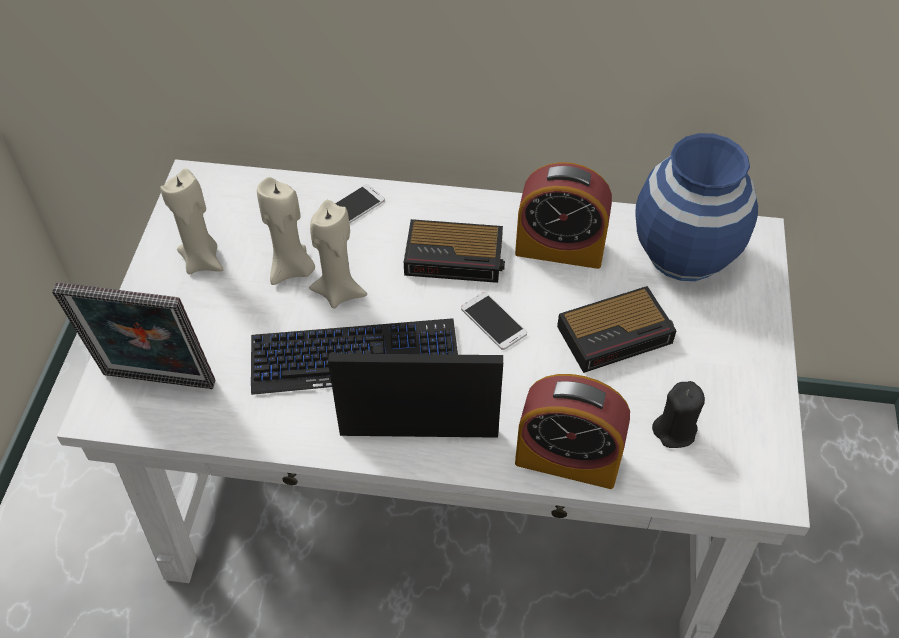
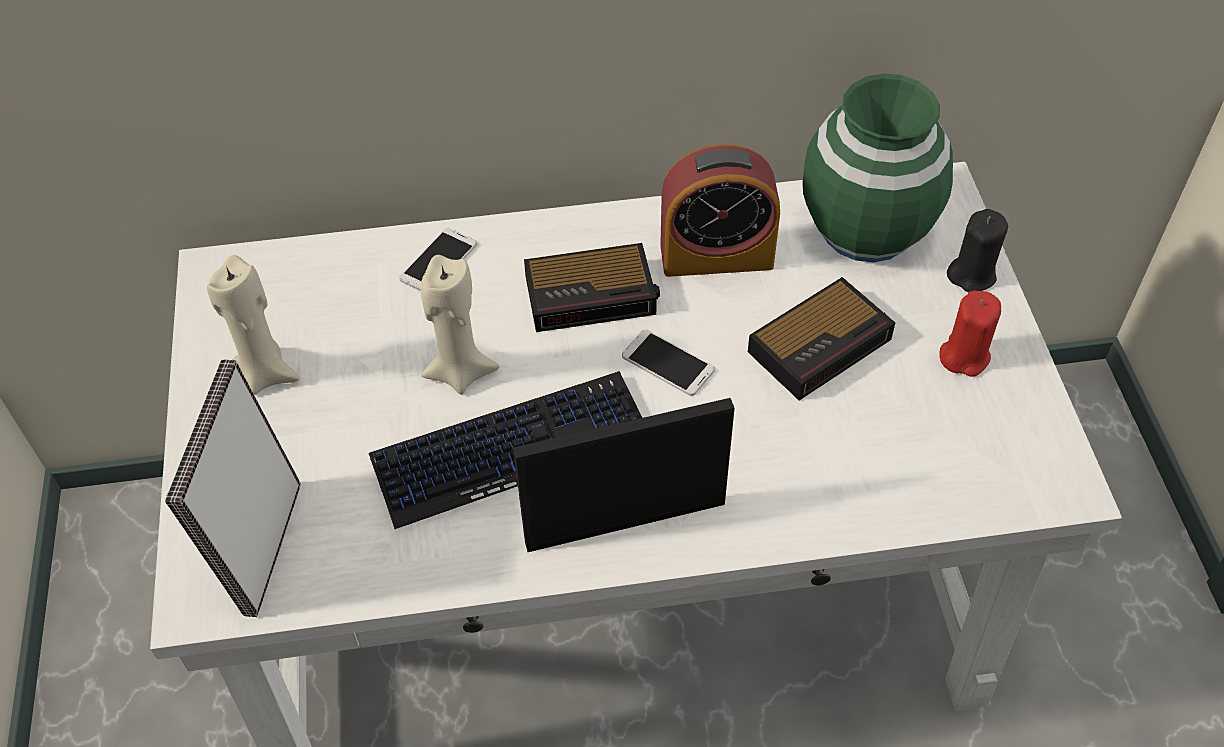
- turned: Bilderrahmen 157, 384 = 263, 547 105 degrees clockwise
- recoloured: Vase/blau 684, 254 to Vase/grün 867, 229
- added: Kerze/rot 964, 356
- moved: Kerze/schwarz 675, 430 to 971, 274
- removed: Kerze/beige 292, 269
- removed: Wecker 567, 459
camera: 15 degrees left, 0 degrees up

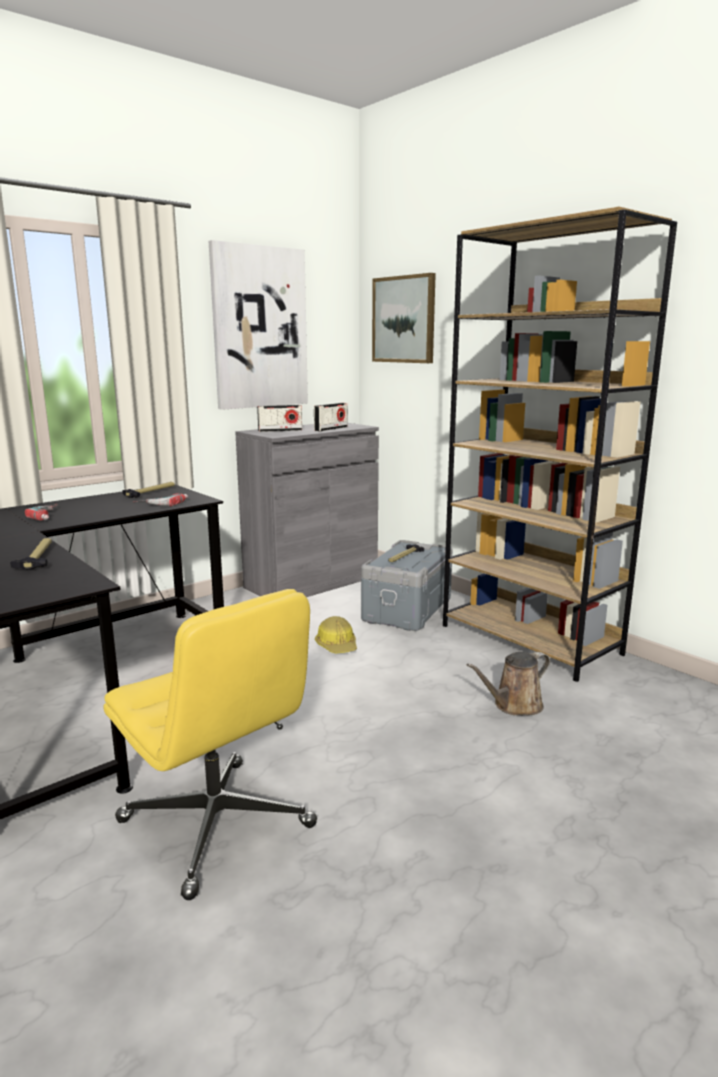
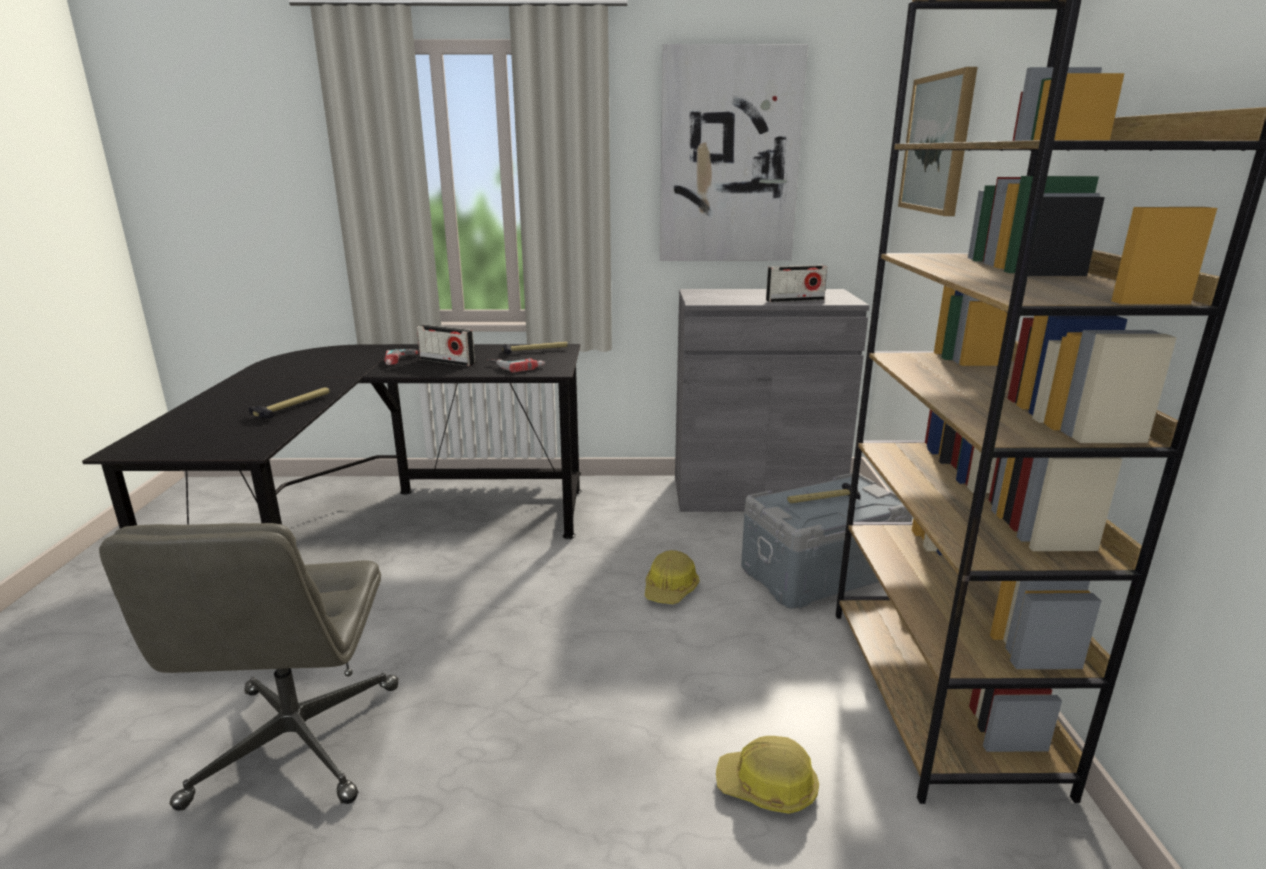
- recoloured: Bürostuhl/gelb 218, 824 to Bürostuhl/grau 297, 744
- moved: Radio 280, 430 to 447, 361
- replaced: Gießkanne/braun 514, 705 to Schutzhelm 767, 787
camera: 40 degrees right, 5 degrees up

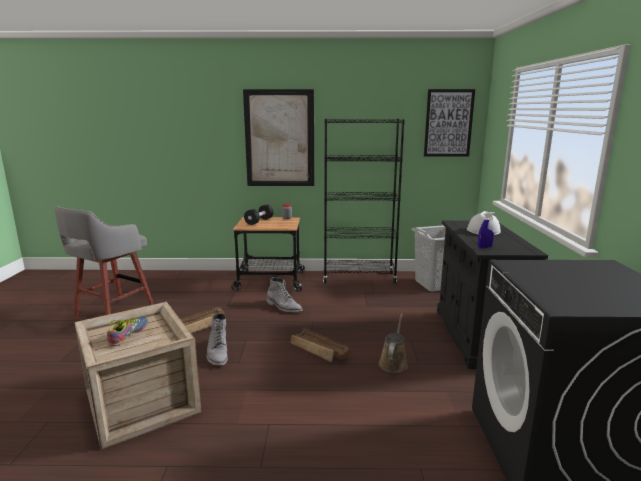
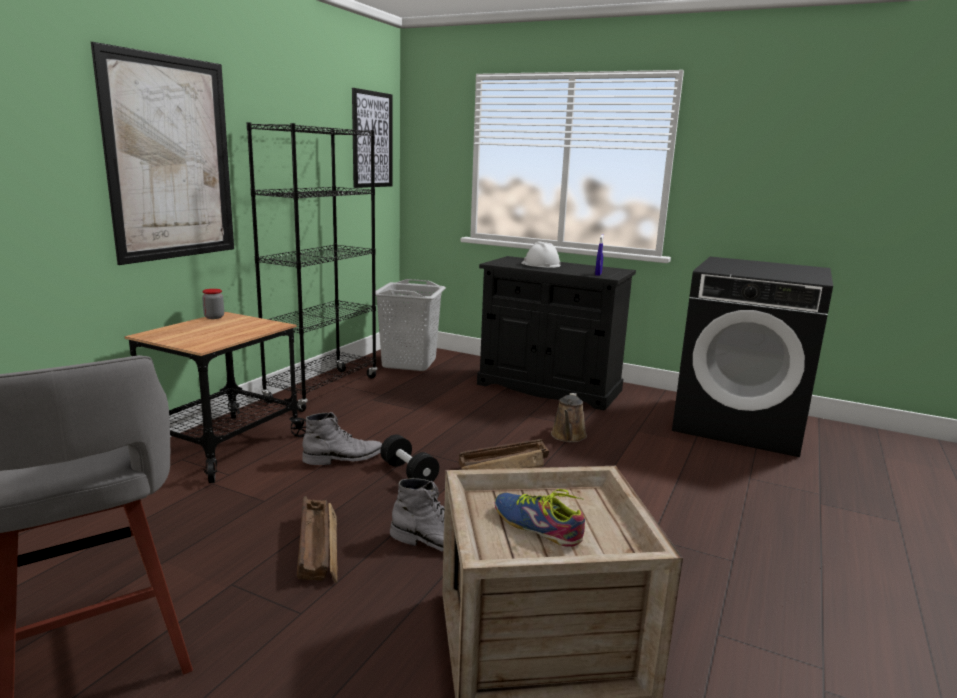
- moved: Hantel/schwarz 259, 221 to 409, 473
- turned: Gießkanne/braun 393, 363 = 568, 436 120 degrees counterclockwise
camera: 65 degrees left, 0 degrees up

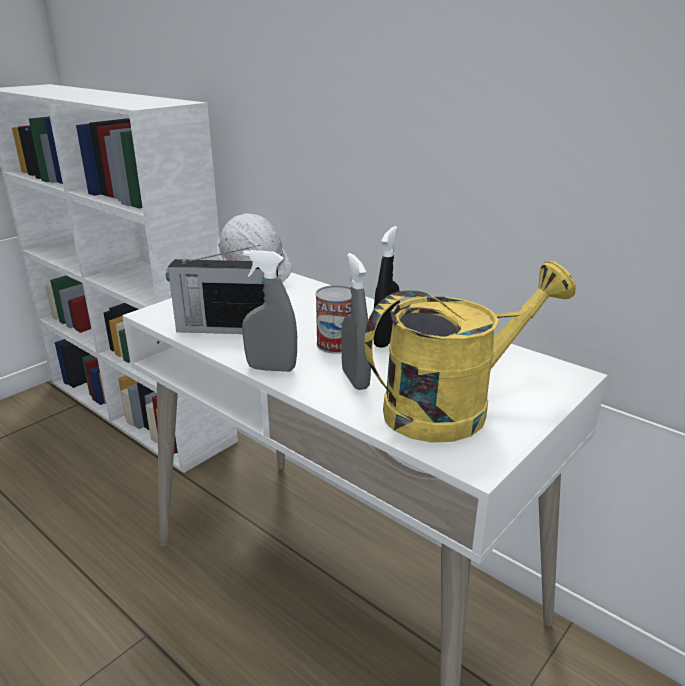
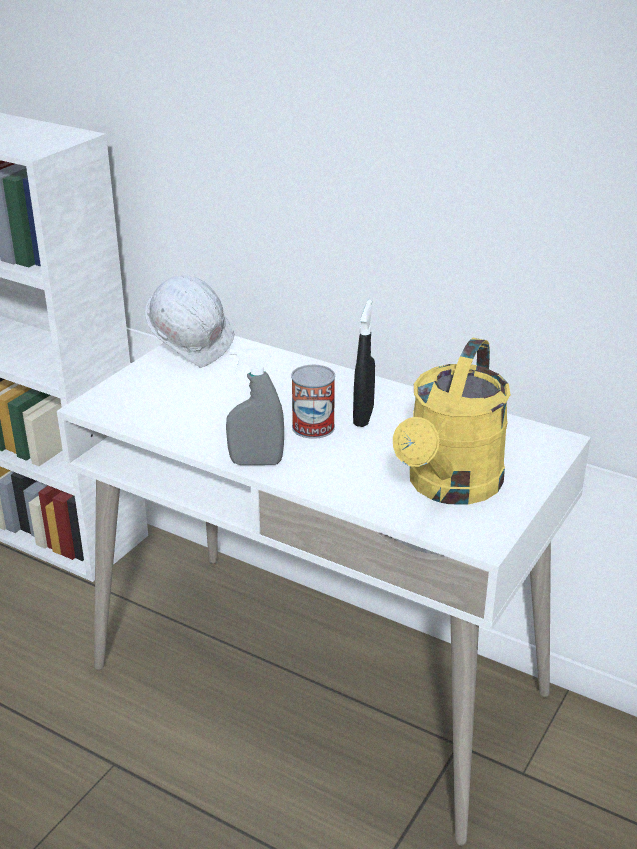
- turned: Gießkanne/gelb 452, 407 = 449, 487 150 degrees clockwise
- removed: Radio 226, 328
- removed: Sprühflasche/grau 355, 379
camera: 10 degrees left, 5 degrees up

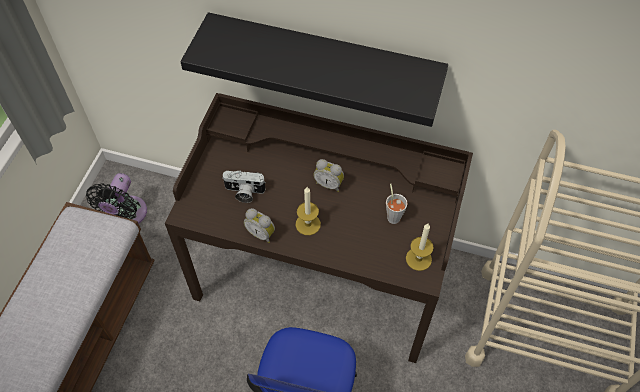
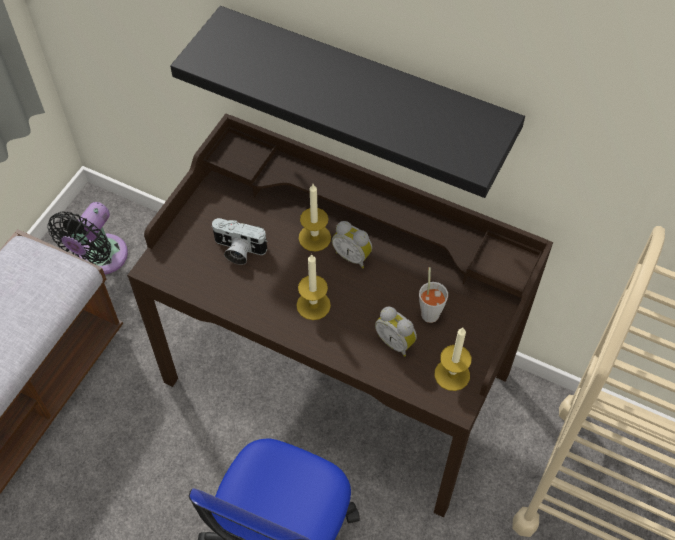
- added: Kerze 314, 237
- moved: Wecker 261, 233 to 396, 341
camera: 10 degrees right, 0 degrees up

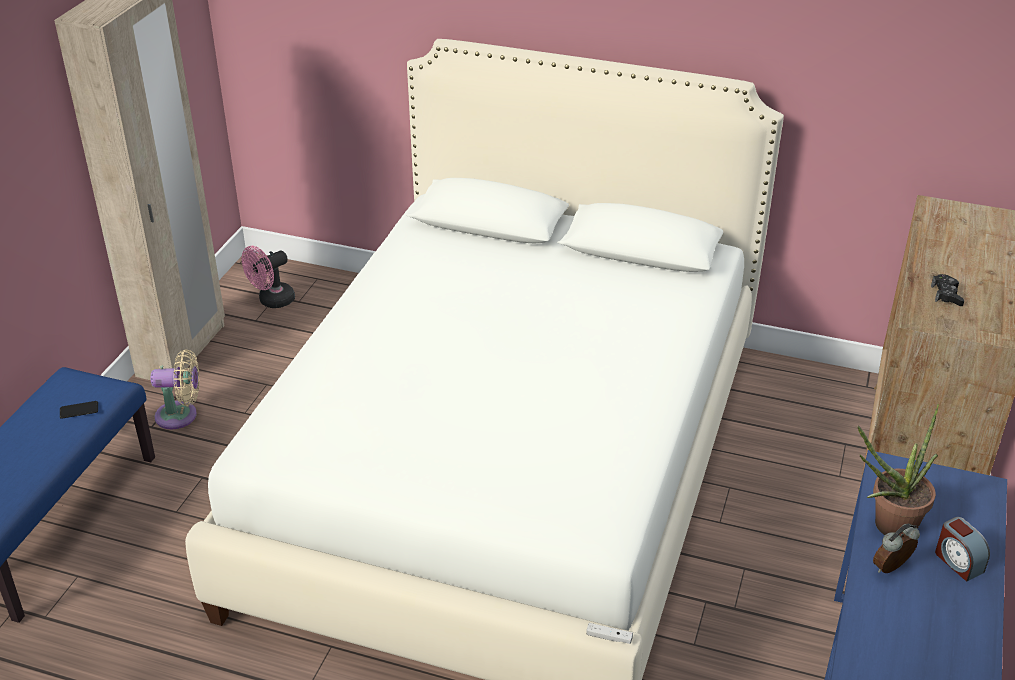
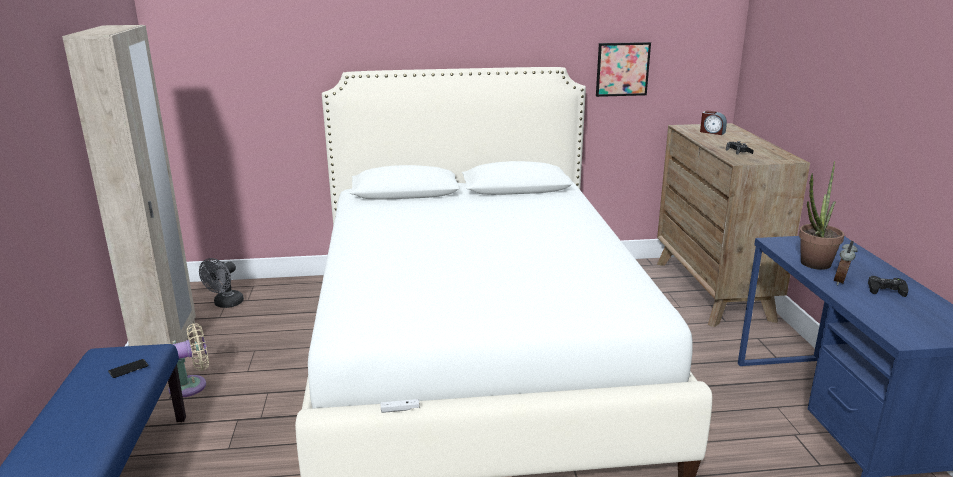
- recoloured: Ventilator/rosa 272, 301 to Ventilator/grau 225, 304
- moved: Gamepad/weiß 609, 637 to 400, 409
- added: Bild 622, 69
- moved: Wecker 958, 562 to 712, 132
- added: Gamepad/schwarz 886, 290
camera: 25 degrees left, 15 degrees down

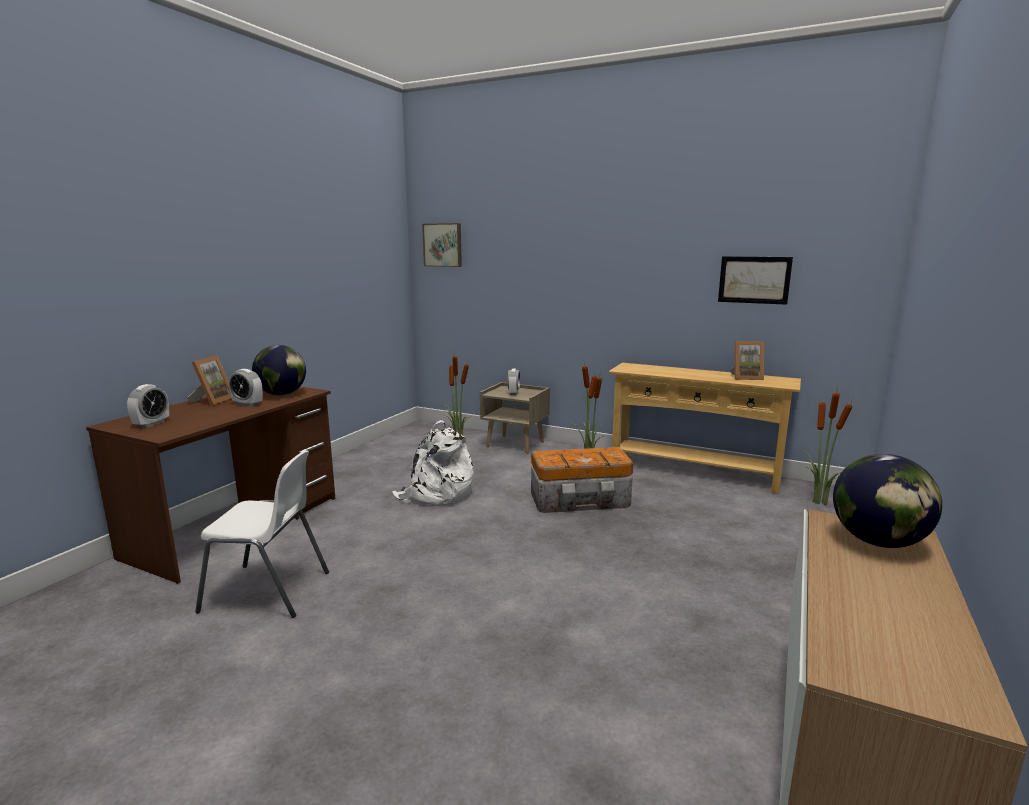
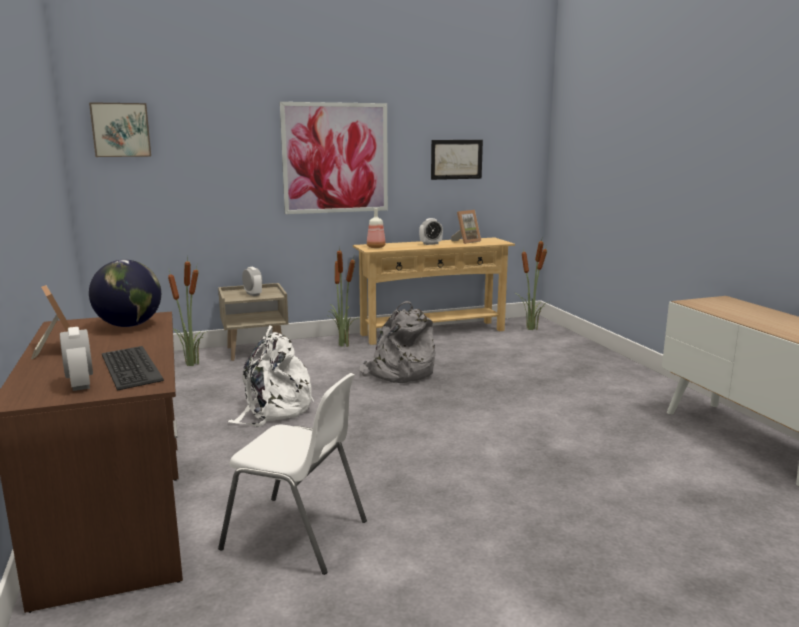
- added: Tastatur 130, 368
- turned: Stuhl/weiß 268, 591 = 297, 535 60 degrees clockwise
- added: Bild 335, 158
- replaced: Aufbewahrungsbox 581, 500 to Rucksack/grau 399, 373
- added: Flasche 375, 247
- moved: Wecker 248, 404 to 430, 244
- removed: Globus 877, 542
camera: 45 degrees left, 0 degrees up

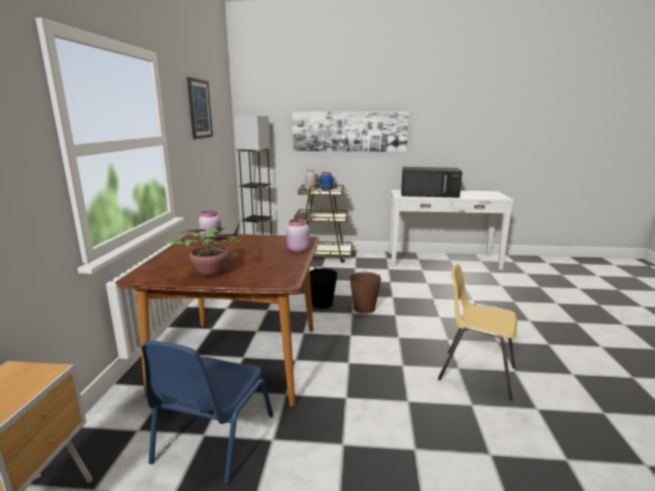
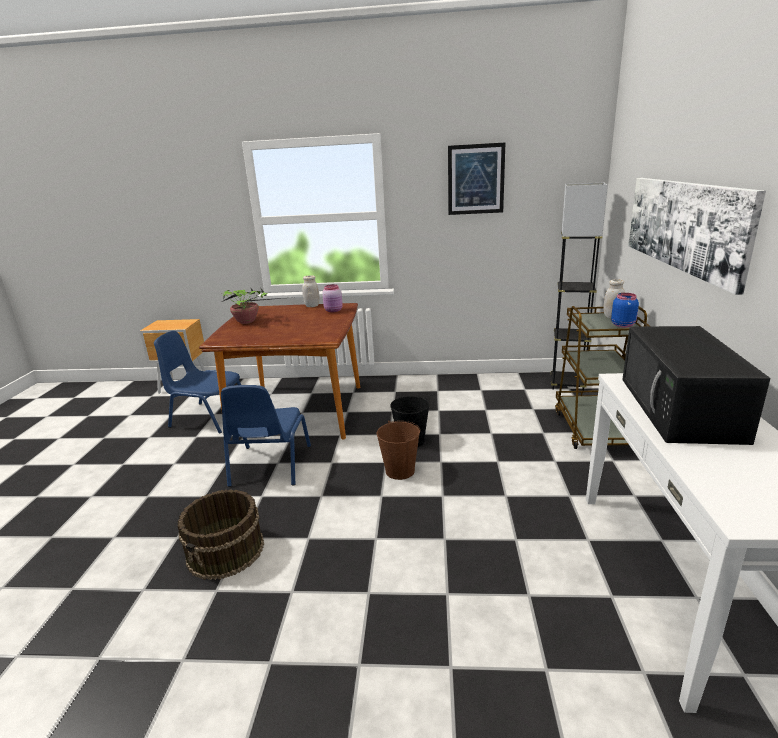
- replaced: Stuhl/gelb 476, 373 to Eimer/braun 226, 551
- added: Stuhl/blau 269, 466
- added: Vorratsglas/weiß 312, 306
- removed: Vorratsglas/rosa 297, 250
camera: 90 degrees right, 5 degrees up

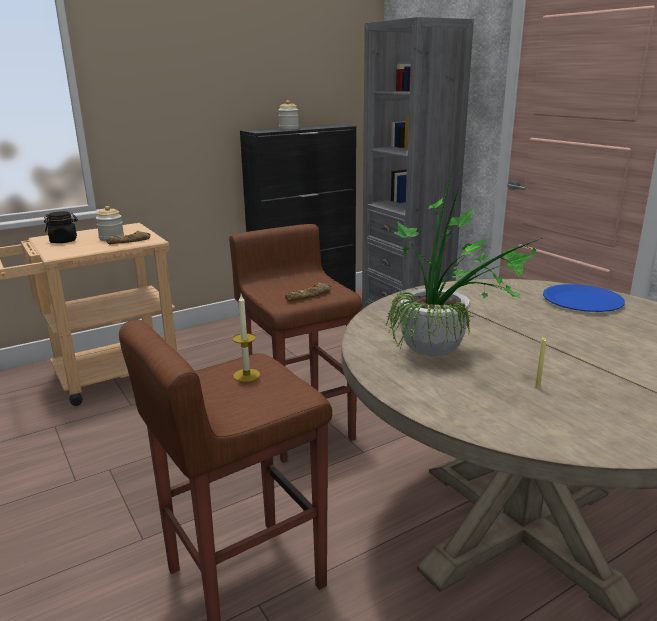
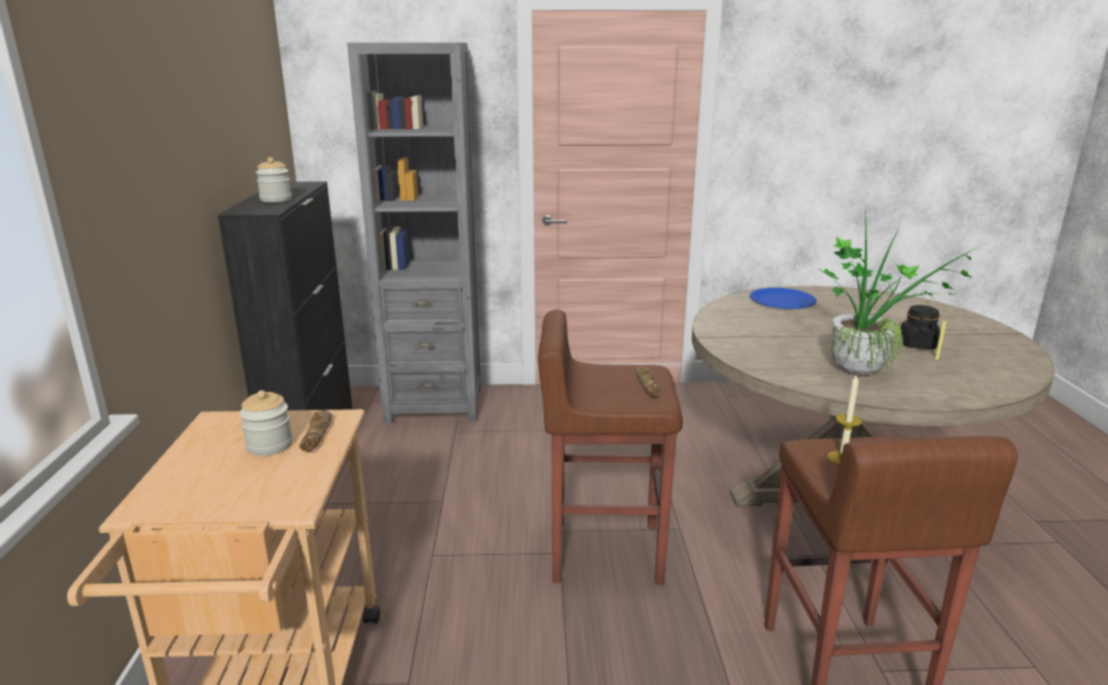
- moved: Vorratsglas/schwarz 64, 241 to 917, 344
camera: 60 degrees left, 0 degrees up

